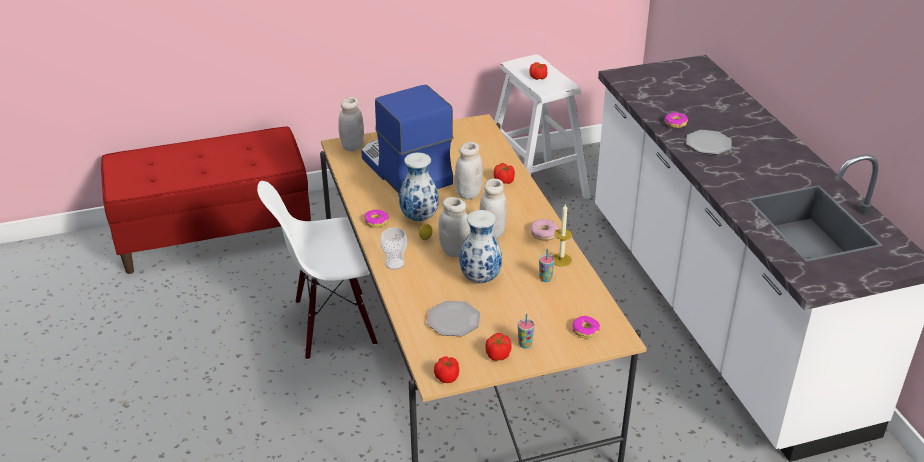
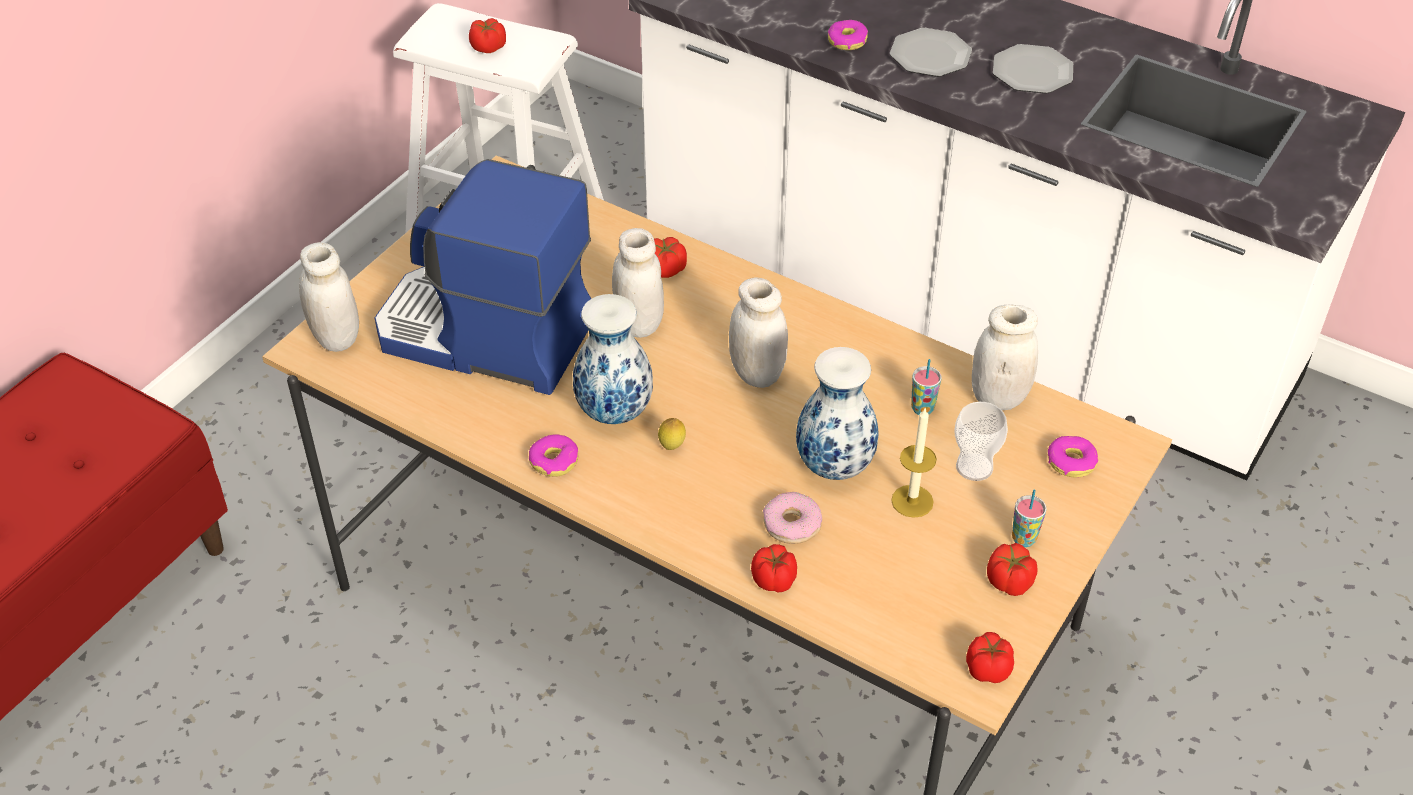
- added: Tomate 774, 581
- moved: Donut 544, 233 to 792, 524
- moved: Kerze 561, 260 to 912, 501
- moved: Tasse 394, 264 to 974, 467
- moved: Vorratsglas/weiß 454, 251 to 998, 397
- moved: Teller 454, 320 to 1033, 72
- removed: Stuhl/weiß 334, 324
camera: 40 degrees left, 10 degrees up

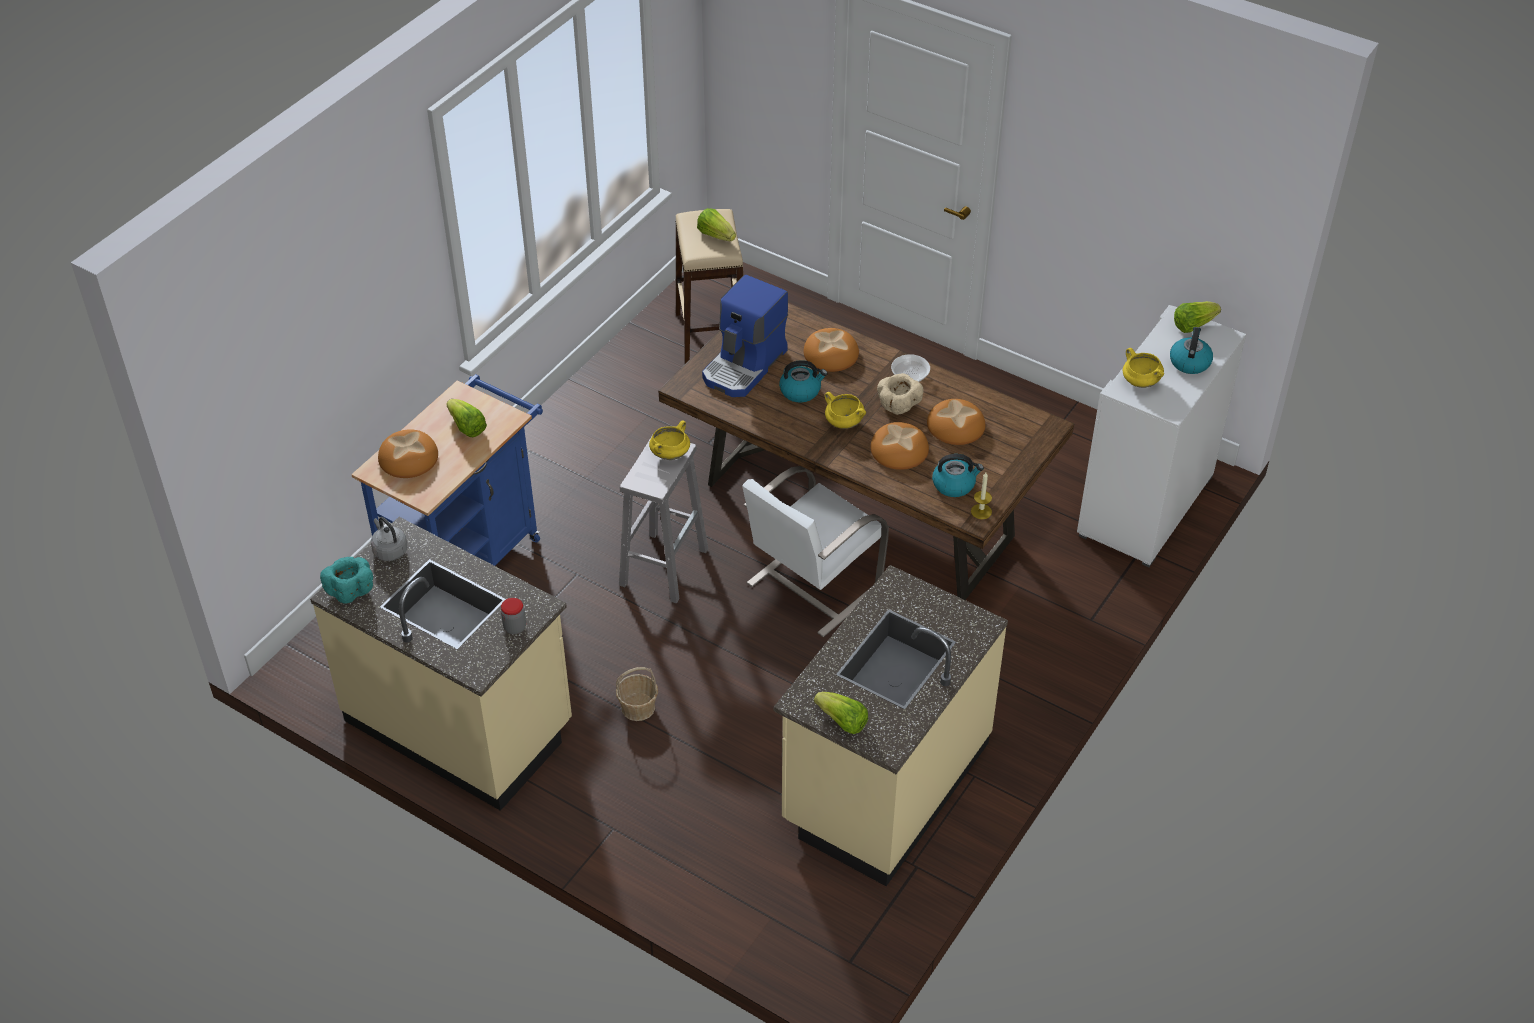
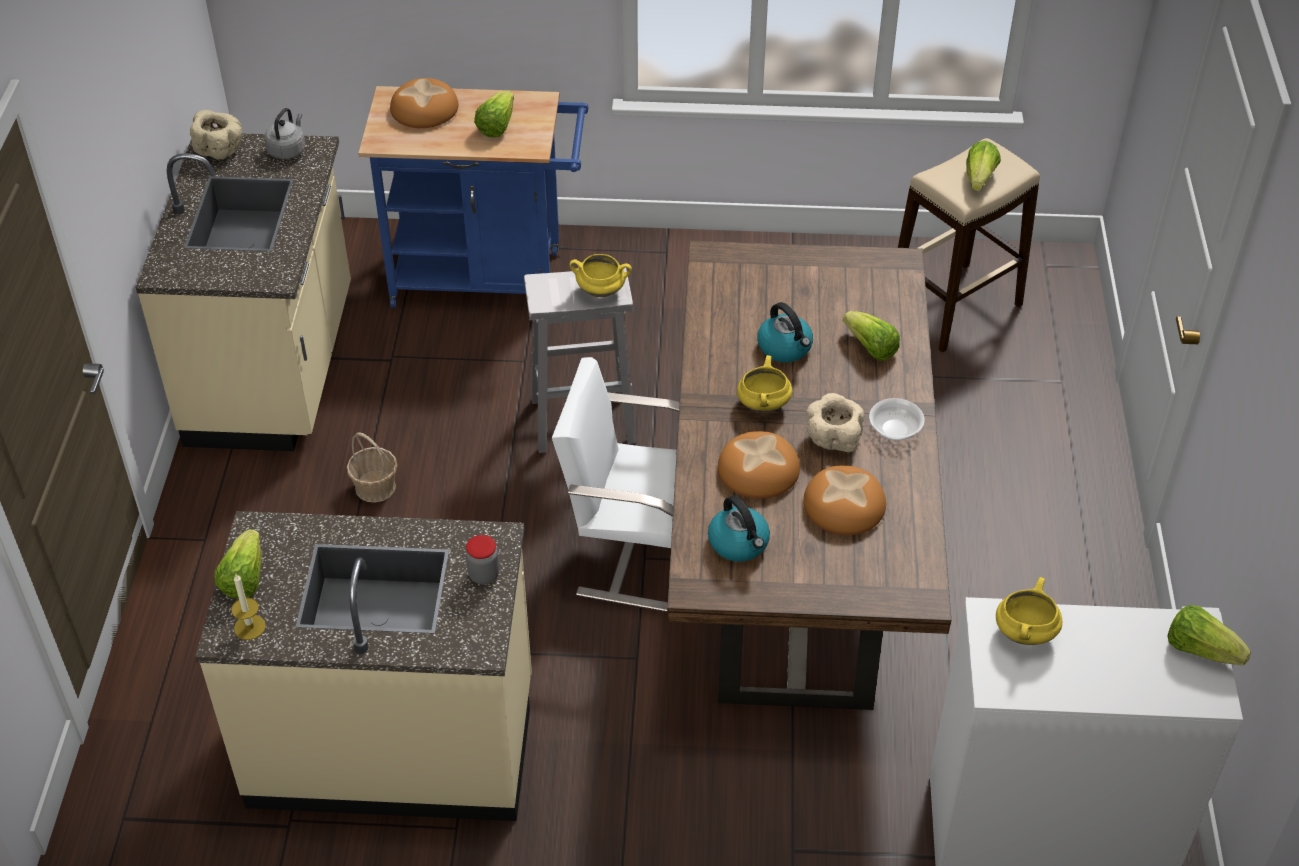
- recoloured: Schüssel/türkis 350, 590 to Schüssel/beige 220, 149
- moved: Kerze 981, 511 to 250, 627
- moved: Vorratsglas 515, 627 to 484, 575
- replaced: Brot 831, 354 to Salatkopf 870, 348
- removed: Kaffeemaschine 745, 366
- removed: Wasserkessel 1189, 362
camera: 60 degrees right, 0 degrees up

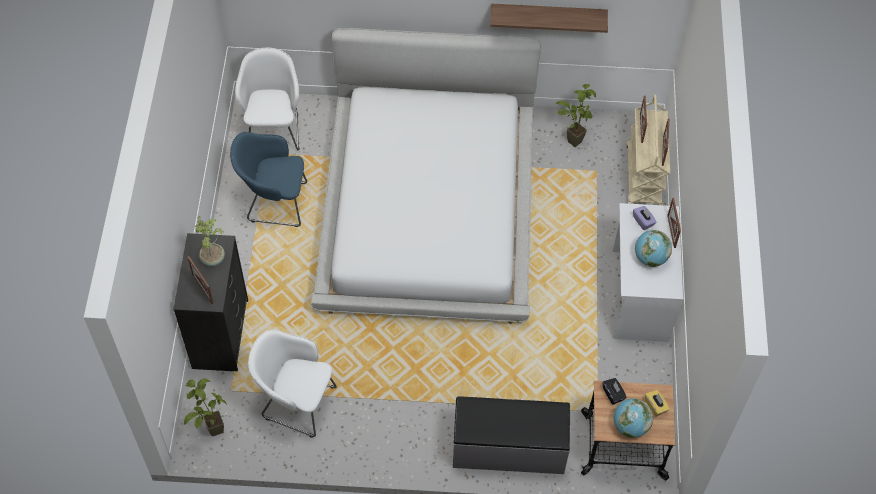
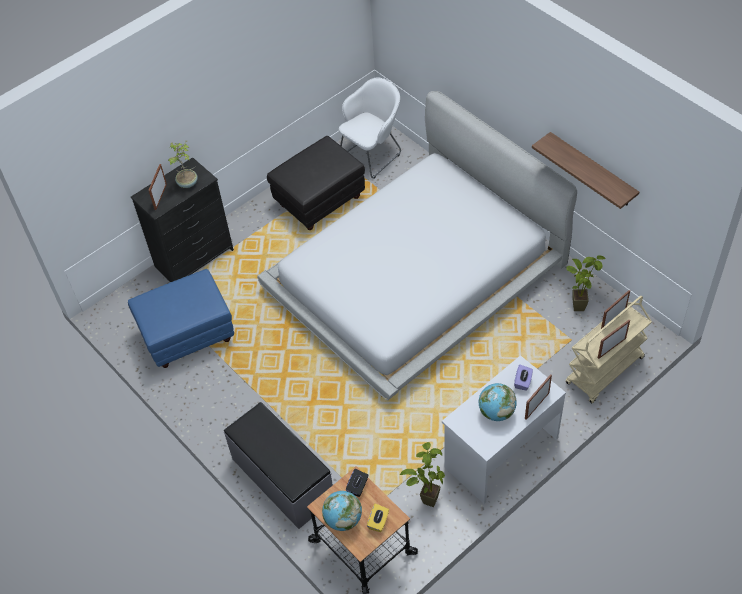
- replaced: Sessel/weiß 296, 402 to Polsterhocker/blau 188, 335
- replaced: Sessel/blau 274, 202 to Polsterhocker/schwarz 319, 201
- moved: Topfpflanze 210, 430 to 425, 497
camera: 50 degrees right, 5 degrees down

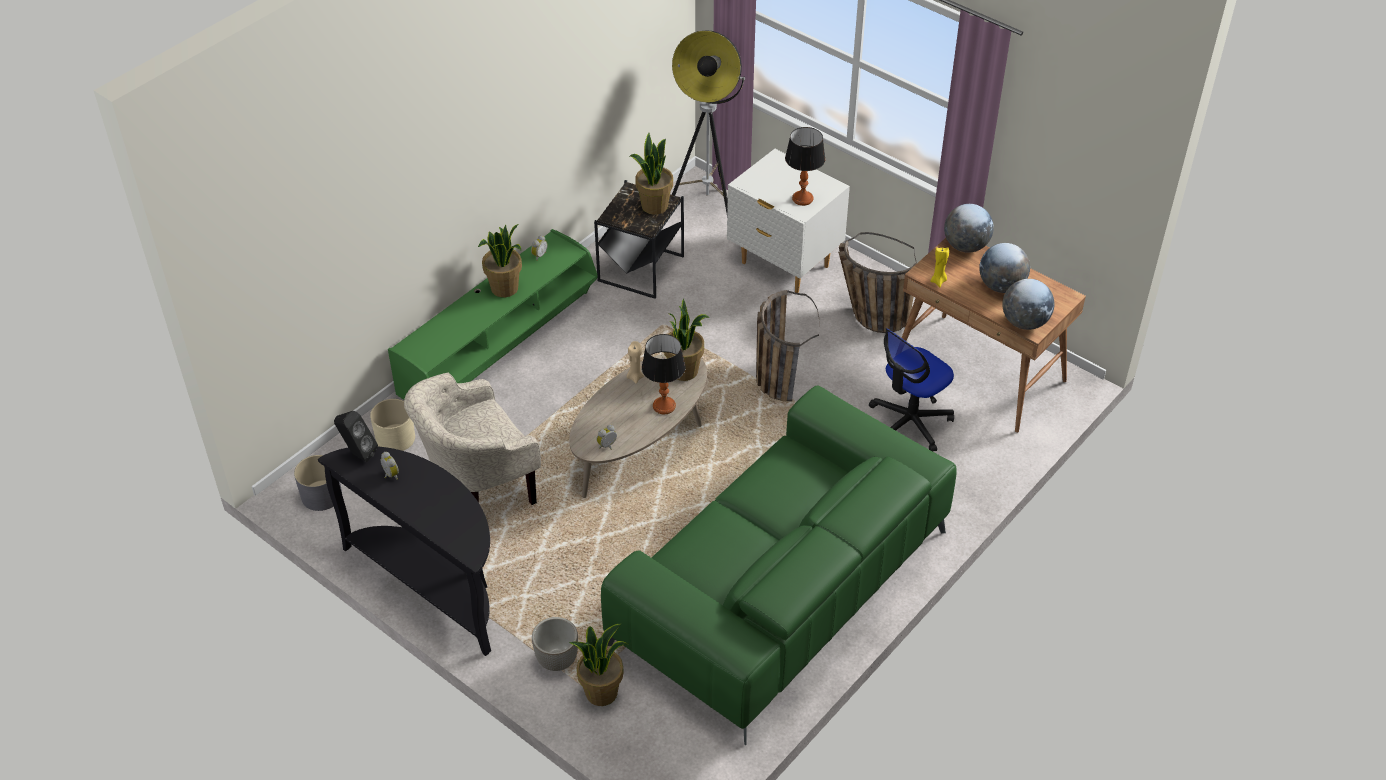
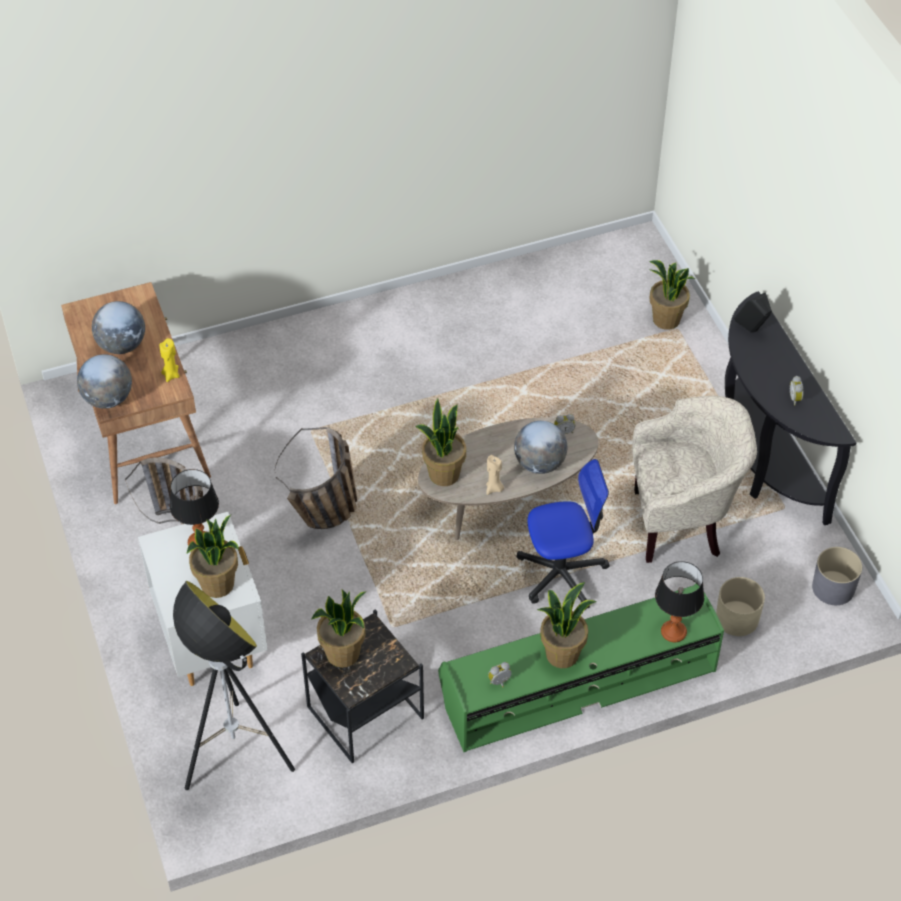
- added: Topfpflanze 218, 585
- moved: Globus 1024, 322 to 539, 463
- moved: Bürostuhl 909, 422 to 562, 573
- moved: Tischlampe 664, 406 to 674, 632
- moved: Lautsprecher/schwarz 358, 453 to 751, 330
- removed: Pflanzkübel 556, 660
- removed: Sofa/grün 780, 588
camera: 150 degrees left, 5 degrees up

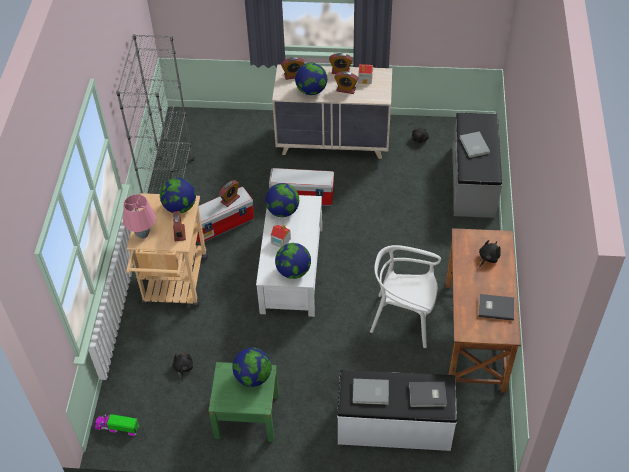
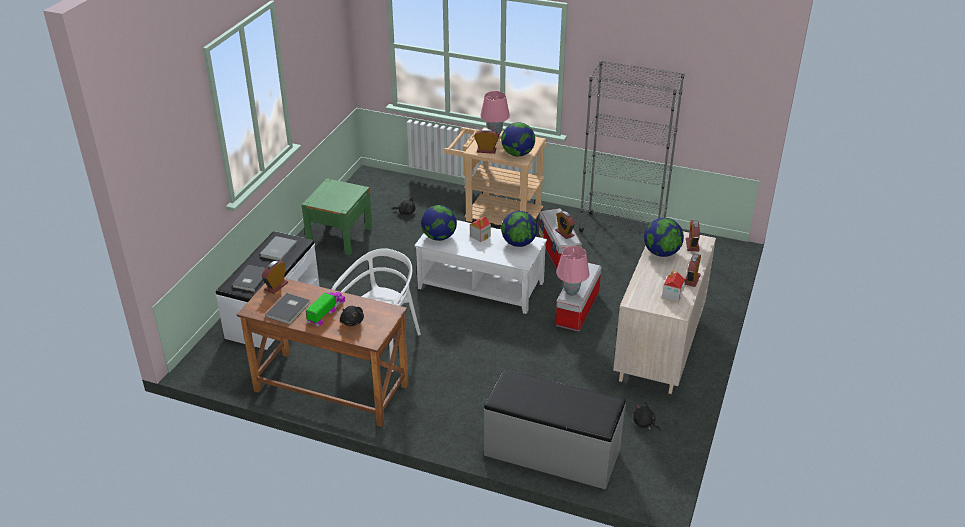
- moved: Wecker 346, 89 to 276, 286
- moved: Spielzeuglaster 117, 427 to 326, 312
- added: Tischlampe/rosa 572, 292
- removed: Globus 253, 377
- removed: Buch/grau 473, 146
camera: 105 degrees right, 15 degrees down

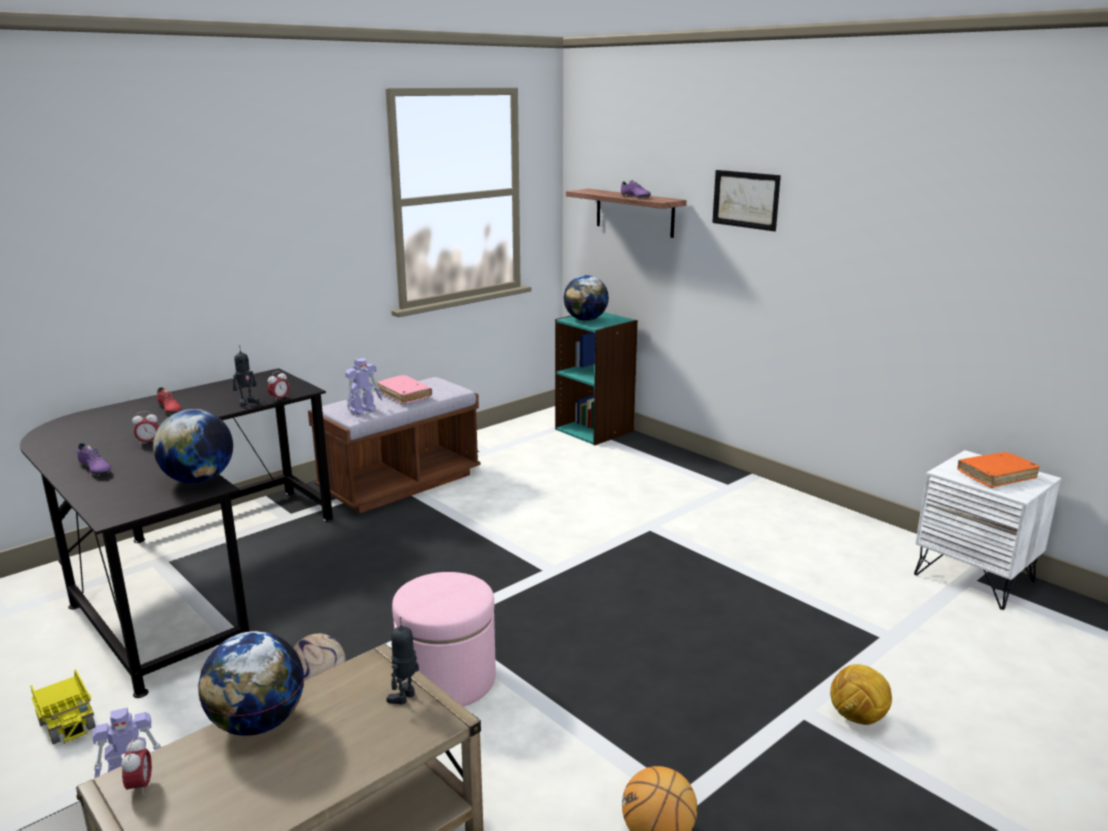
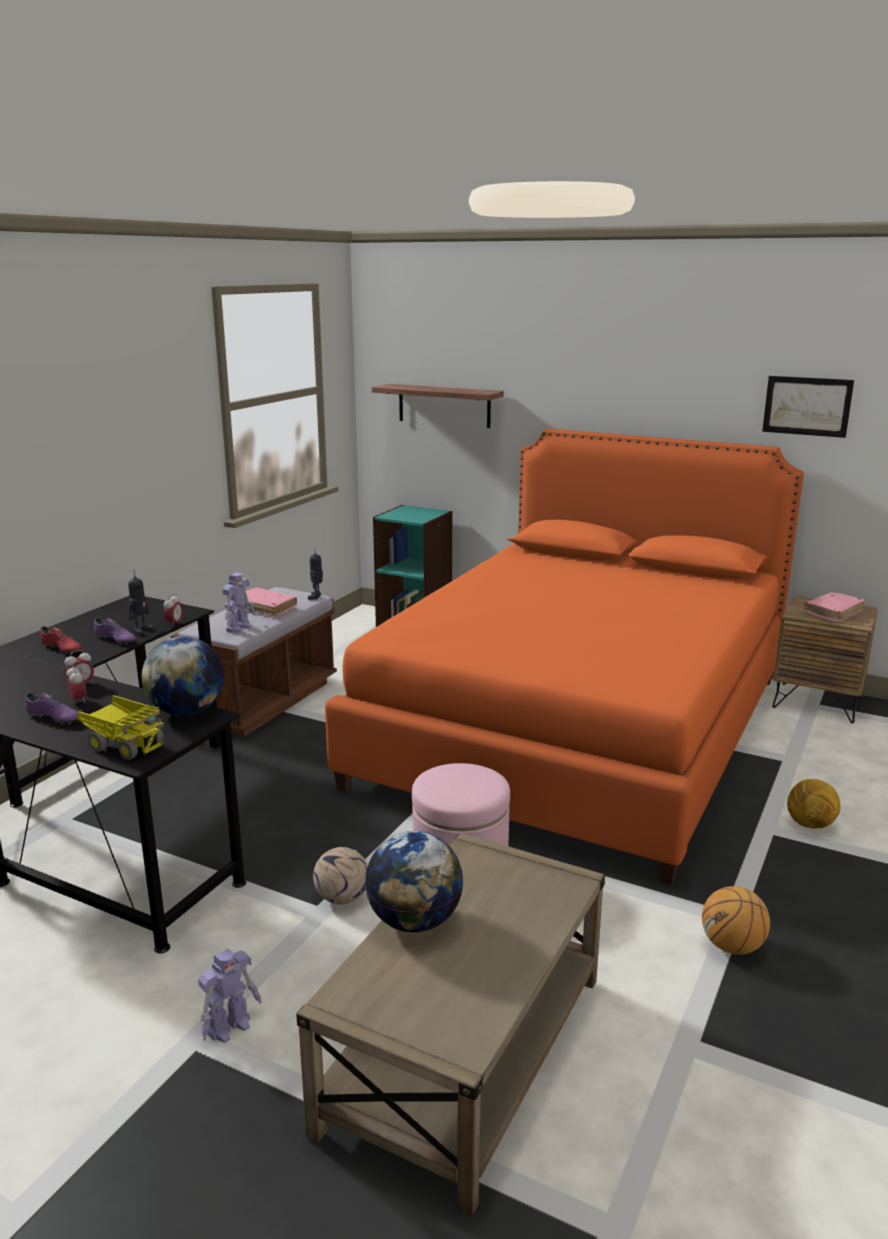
- moved: Wecker 140, 786 to 78, 701
- moved: Spielzeuglaster 68, 722 to 125, 745
- moved: Schuh/lila 635, 197 to 115, 640
- moved: Spielzeugroboter 405, 697 to 316, 597
- added: Bett/orange 578, 729
- moved: Bild 745, 199 to 807, 406
- recoloured: Nachttisch/weiß 974, 578 to Nachttisch/braun 817, 702
- recoloured: Buch/orange 996, 476 to Buch/rosa 833, 612
- removed: Globus 585, 320
camera: 20 degrees left, 0 degrees up

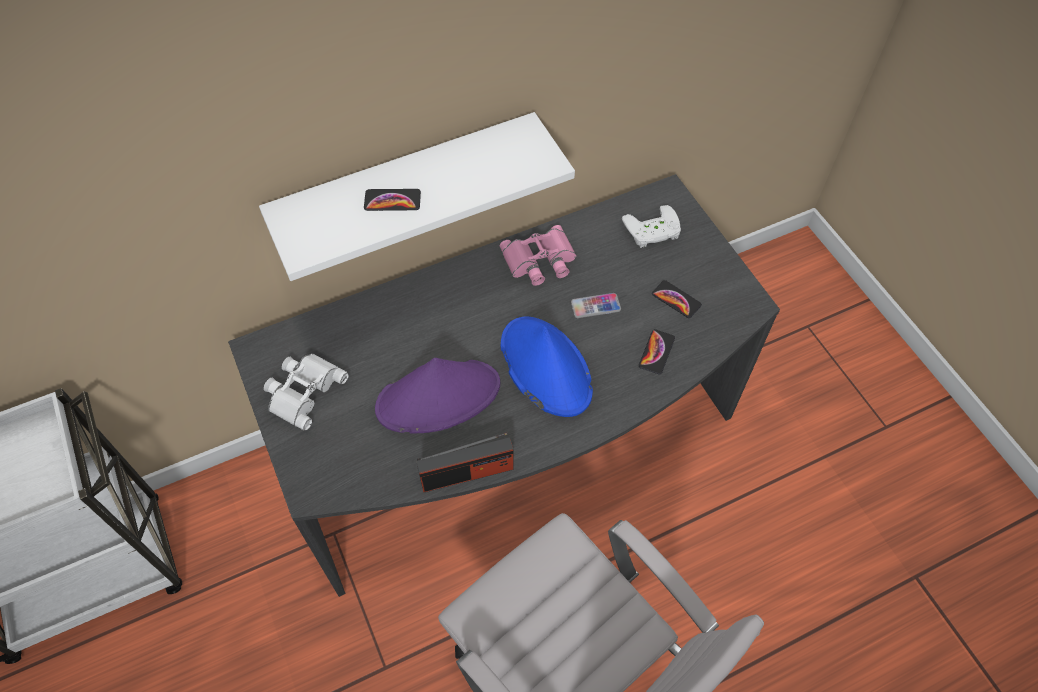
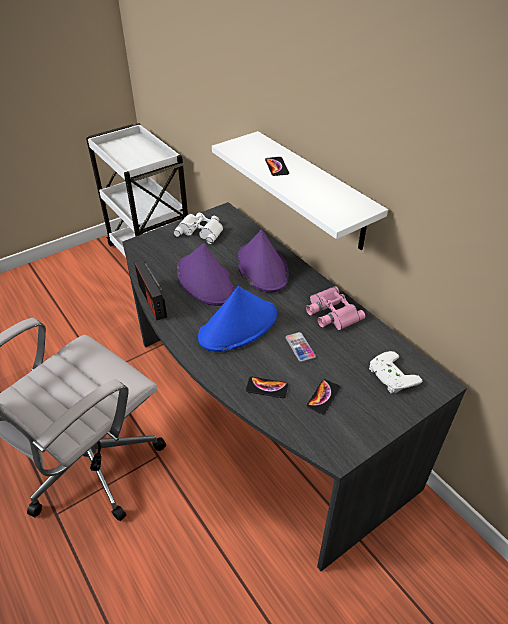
- added: Hut/lila 261, 268
camera: 80 degrees right, 15 degrees down

